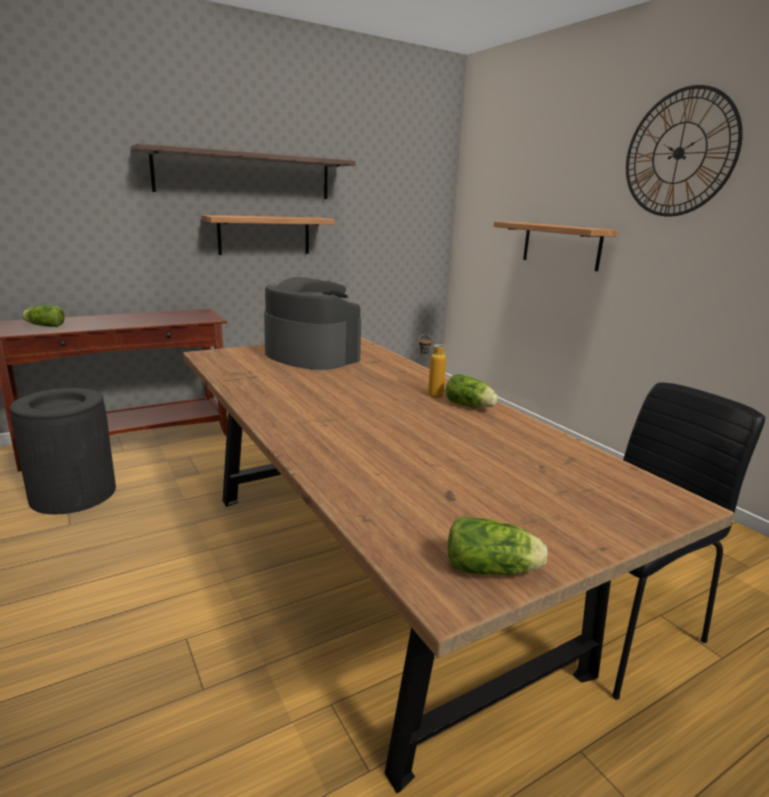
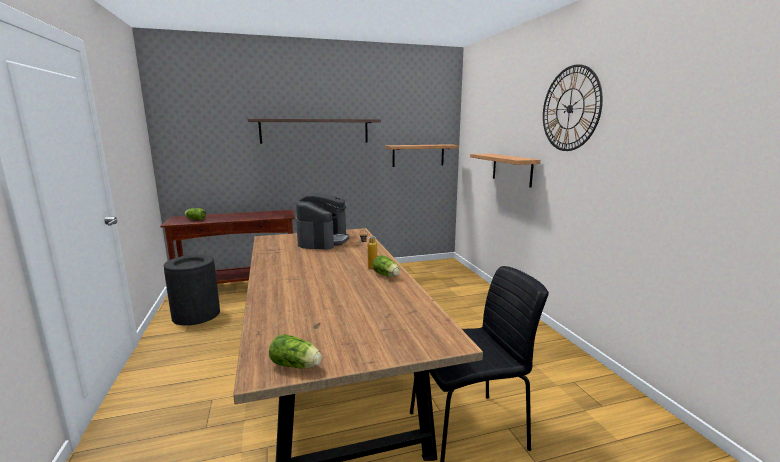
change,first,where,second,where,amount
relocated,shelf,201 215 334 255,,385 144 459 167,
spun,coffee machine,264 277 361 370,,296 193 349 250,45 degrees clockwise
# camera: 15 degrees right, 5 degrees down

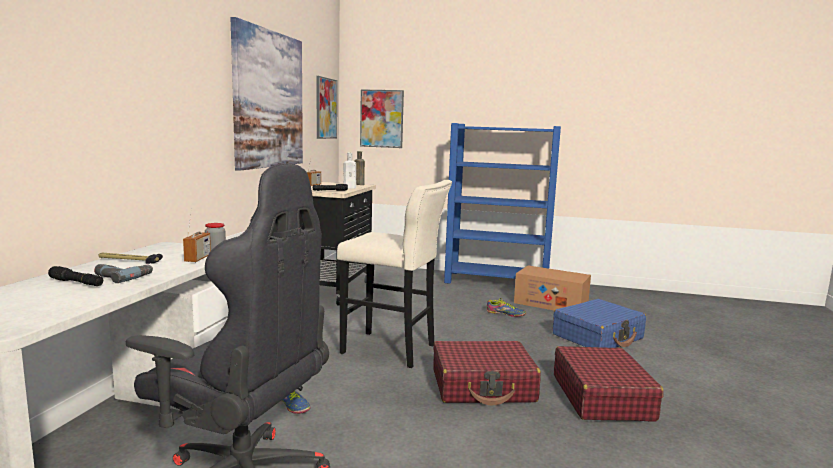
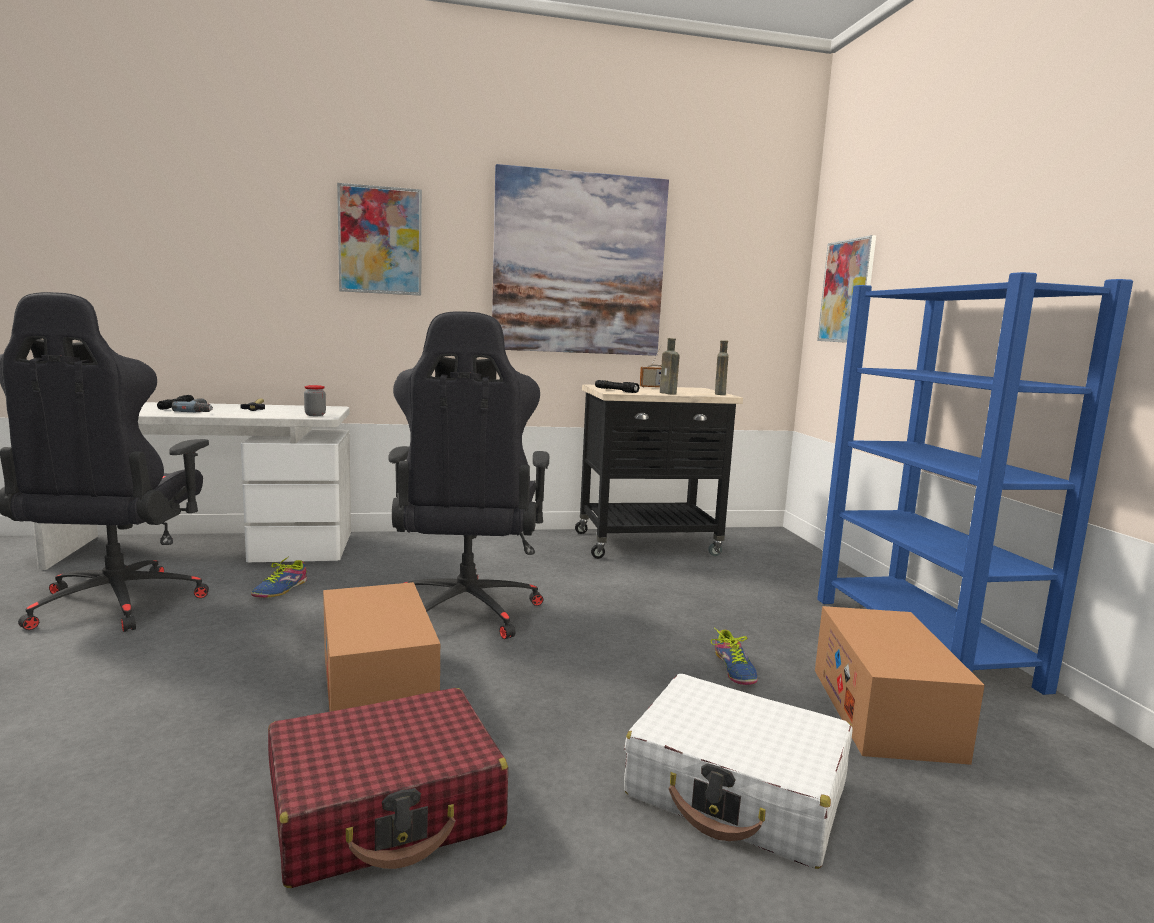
change,first,where,second,where,amount
relocated,picture,317 76 337 139,,337 183 422 296,
colour,white bottle,344 153 356 189,brown bottle,660 338 680 394,
exchanged,beige stool,337 180 452 368,black office chair,389 311 549 639,
missing,radio,183 209 211 262,,,
colour,blue suitcase,553 299 646 348,white suitcase,624 674 853 869,
exchanged,red suitcase,433 341 541 405,cardboard box,323 582 440 712,
# camera: 65 degrees right, 0 degrees up

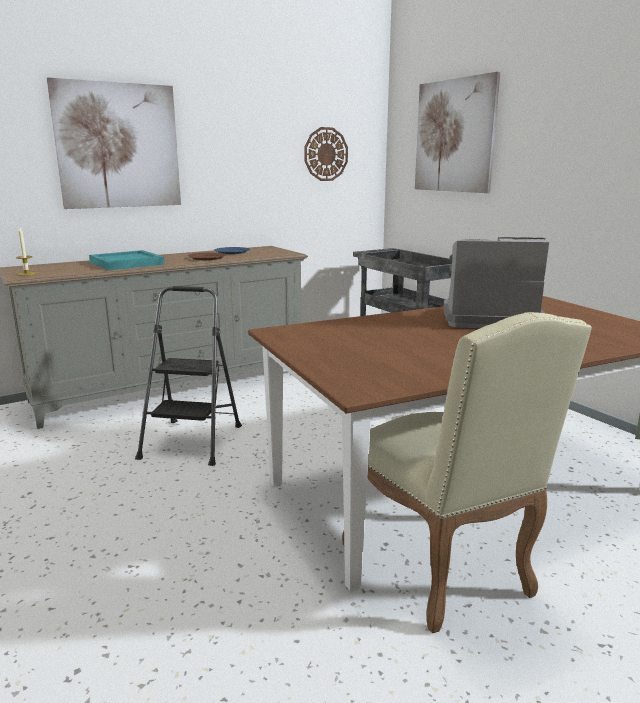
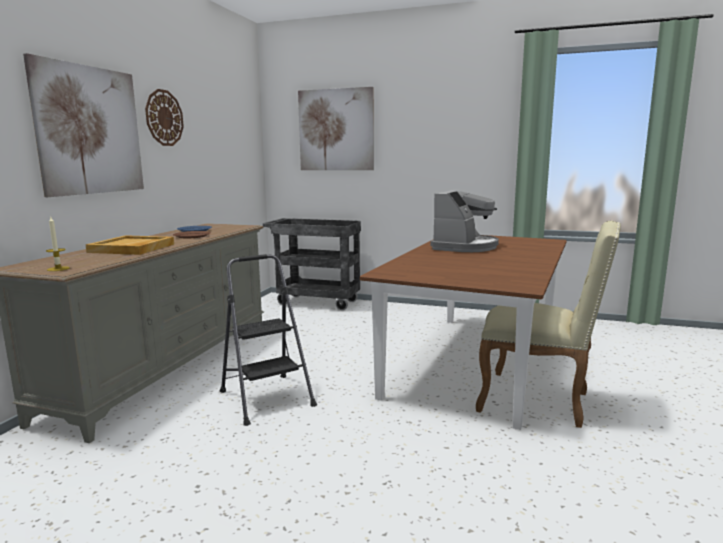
change,first,where,second,where,amount
relocated,wall clock,304 127 348 181,,145 89 184 146,
spun,coffee machine,443 237 549 328,,430 190 499 252,150 degrees clockwise
colour,turquoise tray,89 250 165 270,beige tray,86 235 174 255,
# camera: 40 degrees left, 5 degrees down

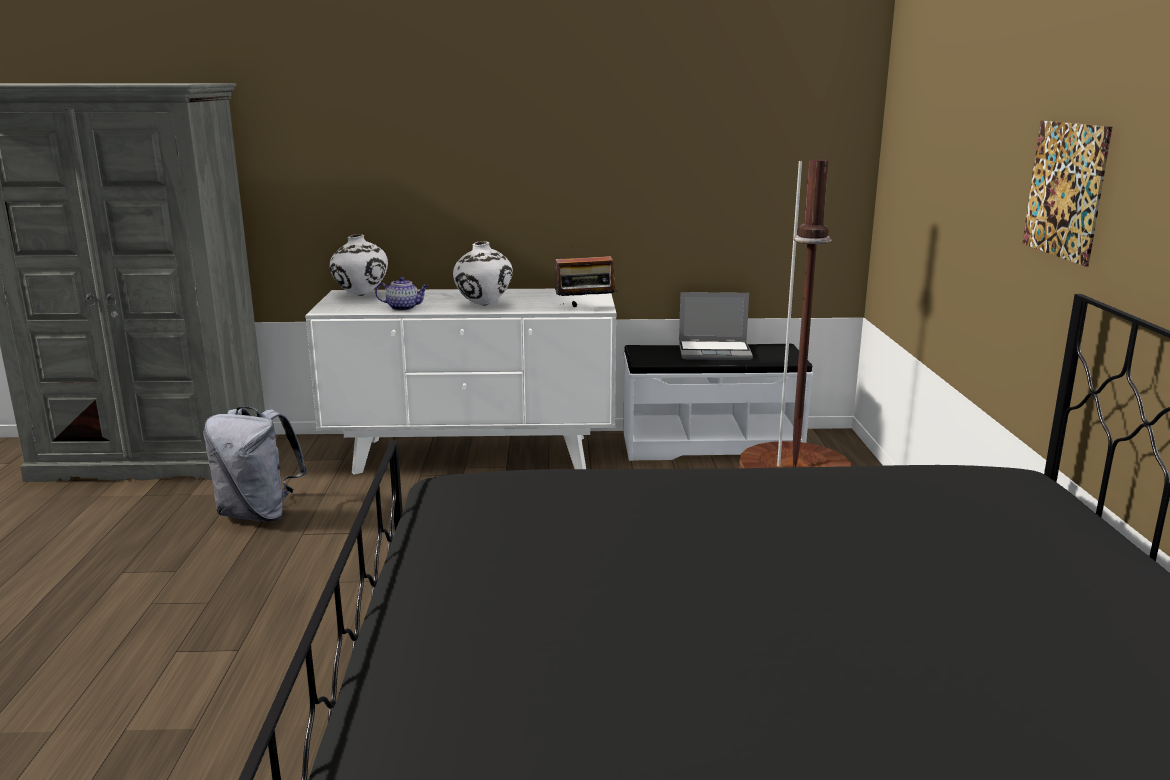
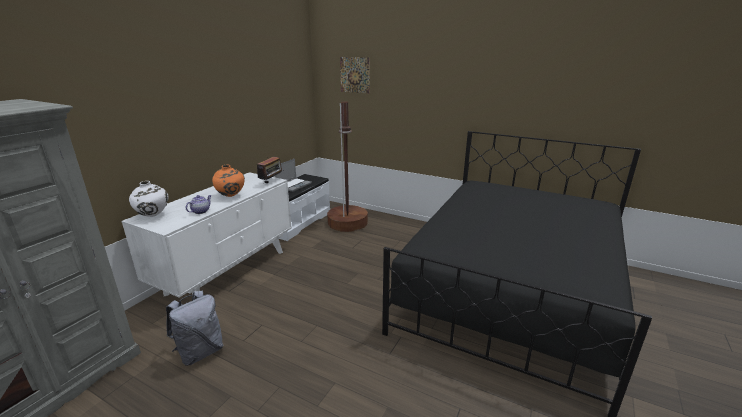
change,first,where,second,where,amount
relocated,picture,1022 120 1113 266,,340 57 369 94,
colour,white vase,453 241 513 306,orange vase,212 165 245 197,
# camera: 60 degrees left, 5 degrees up

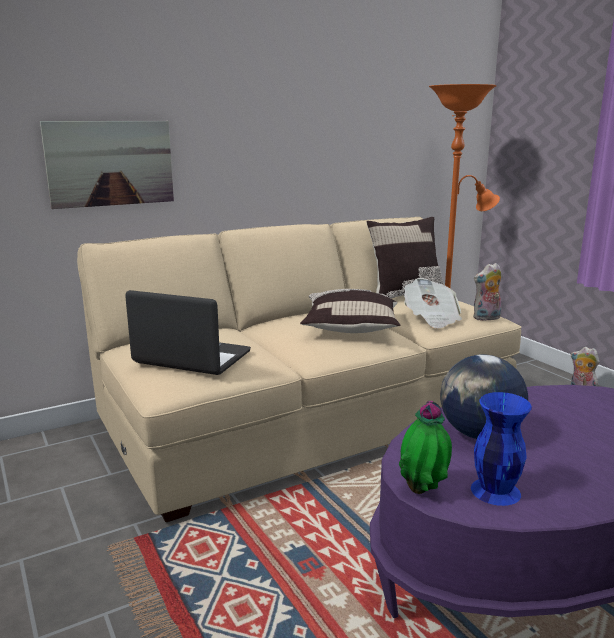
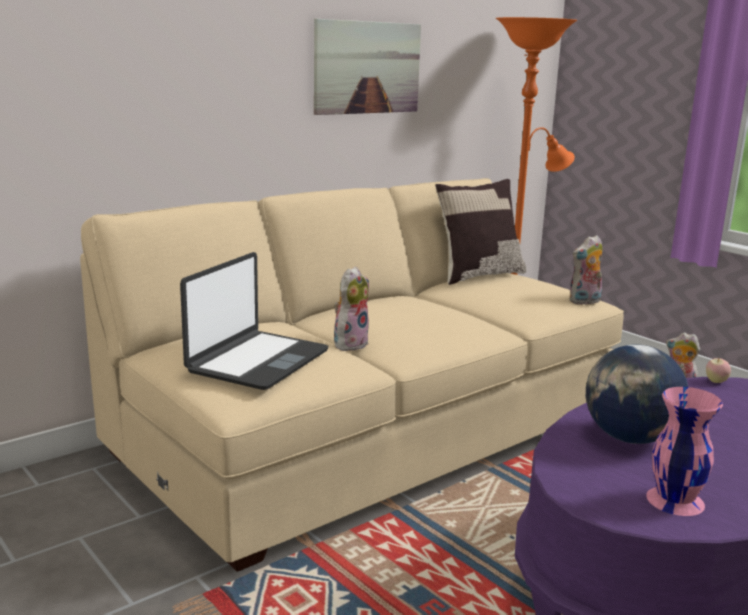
change,first,where,second,where,amount
relocated,picture,40 121 174 209,,314 19 421 115,
missing,newspaper,404 278 462 329,,,
missing,pillow,300 289 401 333,,,
spun,laptop,125 290 251 375,,180 252 329 390,105 degrees clockwise
colour,blue vase,471 392 532 506,pink vase,646 387 723 516,
missing,potted plant,399 401 452 494,,,
appeared,,,plush toy,334 266 369 351,
appeared,,,apple,706 358 731 383,
# camera: 10 degrees left, 0 degrees up

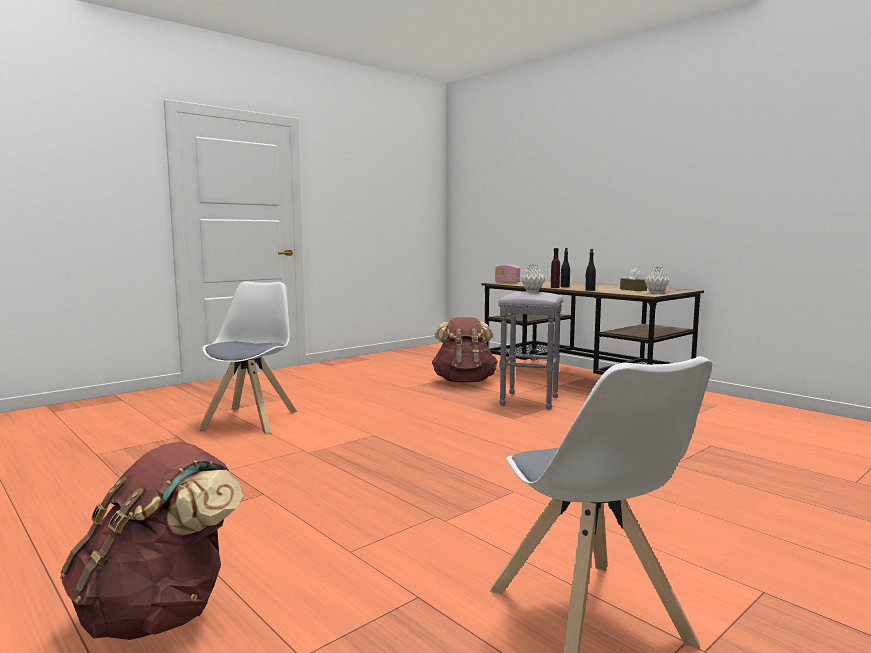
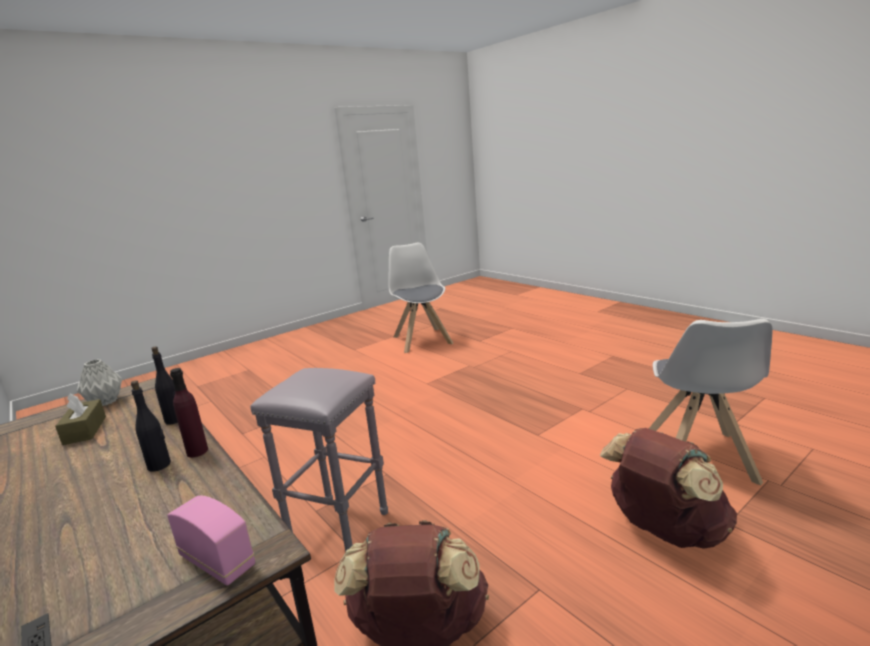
change,first,where,second,where,amount
missing,grey vase,521 264 545 292,,,
relocated,brown backpack,60 441 243 640,,600 428 737 549,
# camera: 175 degrees left, 10 degrees up

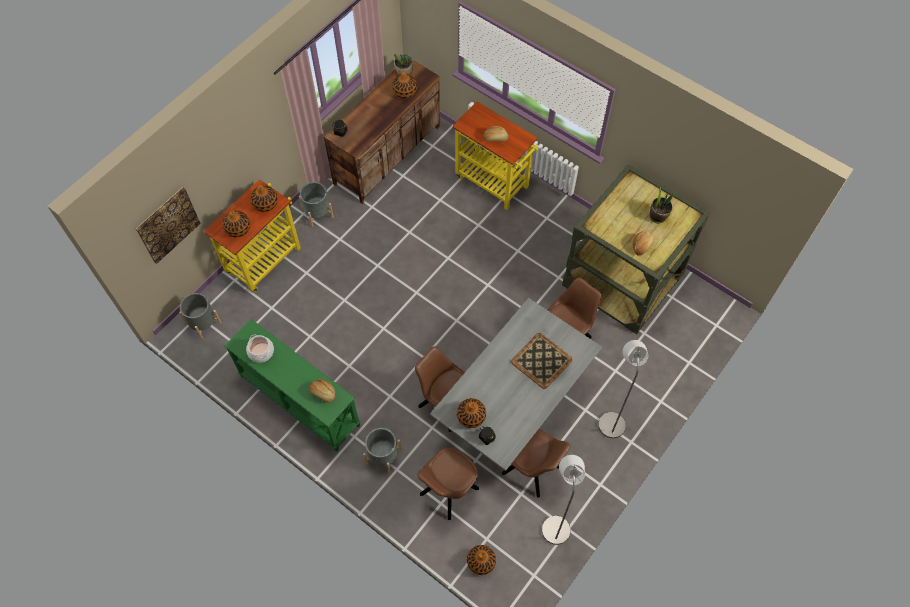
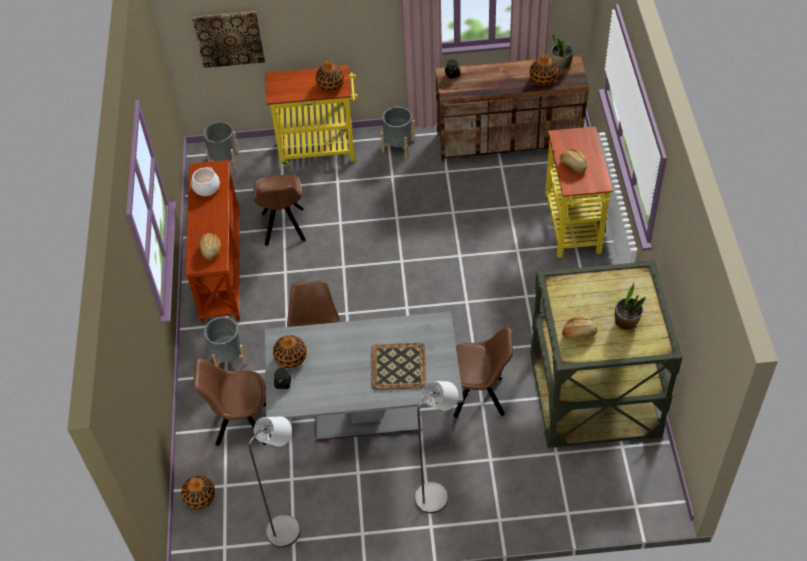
change,first,where,second,where,amount
missing,vase,222 210 250 237,,,
colour,green console table,224 319 360 452,brown console table,185 160 240 324,
relocated,brown chair,502 429 570 498,,253 175 306 246,
# camera: 50 degrees right, 10 degrees down

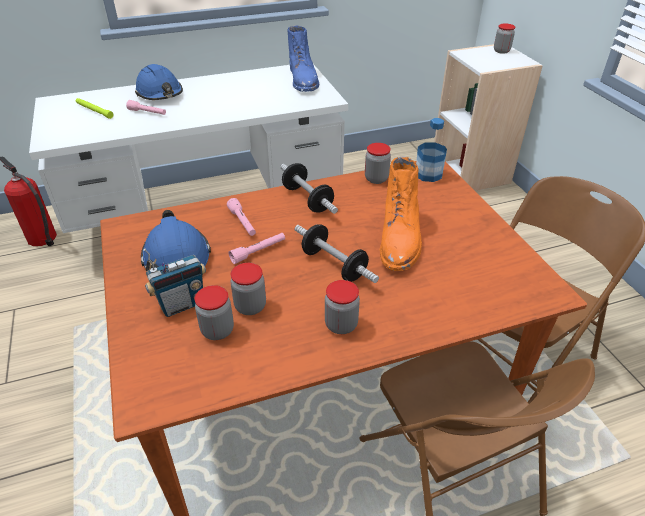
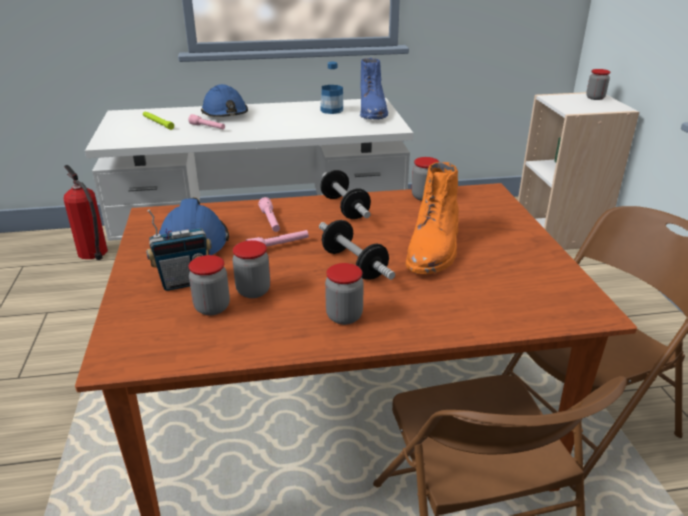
change,first,where,second,where,amount
relocated,bottle,416 118 447 182,,320 62 343 114,
# camera: 10 degrees right, 10 degrees down

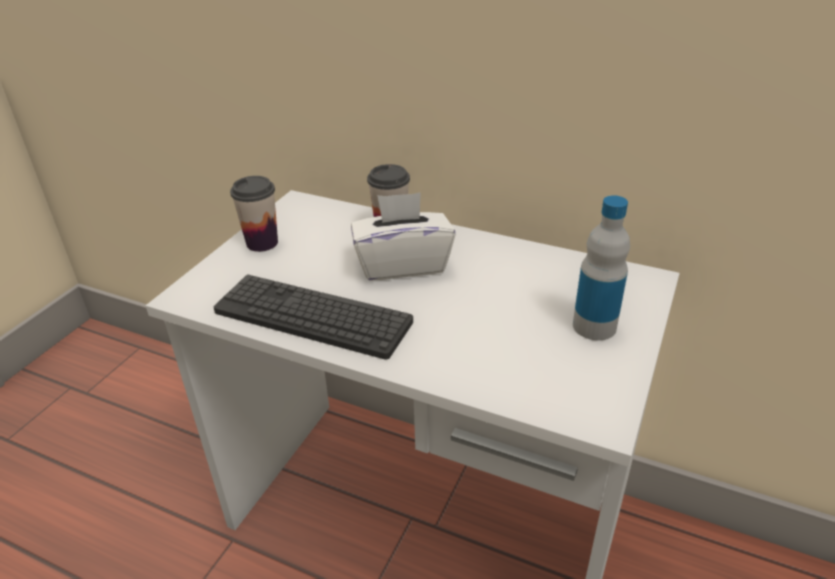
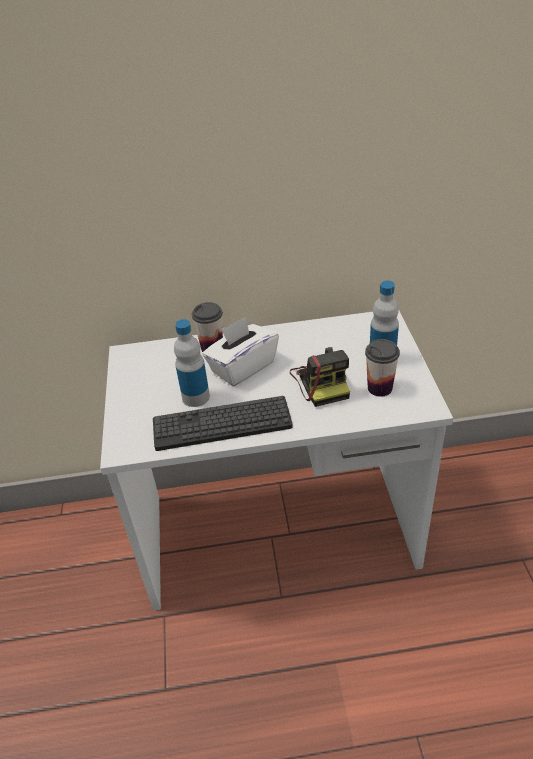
change,first,where,second,where,amount
relocated,cup,230 176 278 252,,365 339 400 397,
appeared,,,bottle,174 319 210 407,
appeared,,,photo camera,290 347 350 407,
# camera: 30 degrees left, 5 degrees up

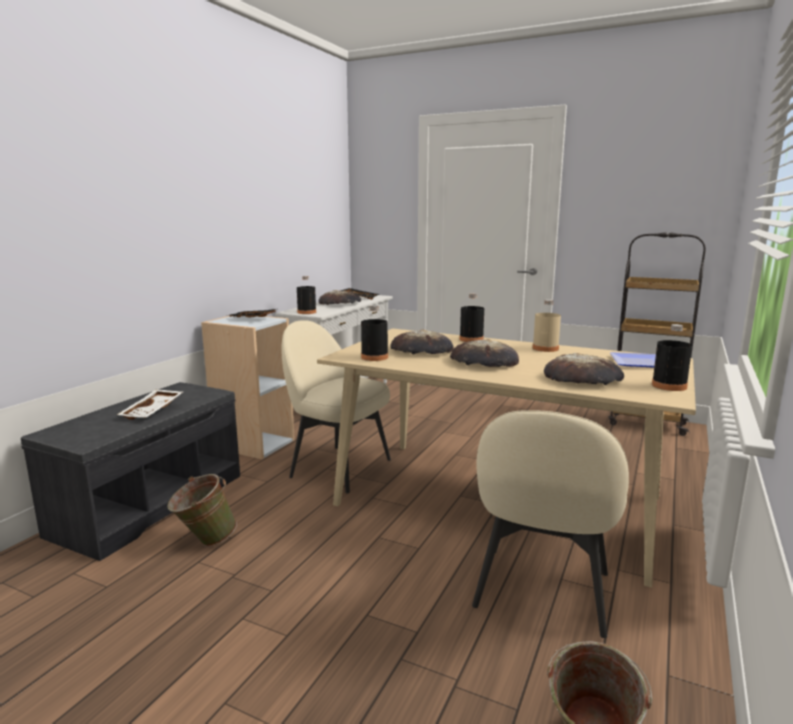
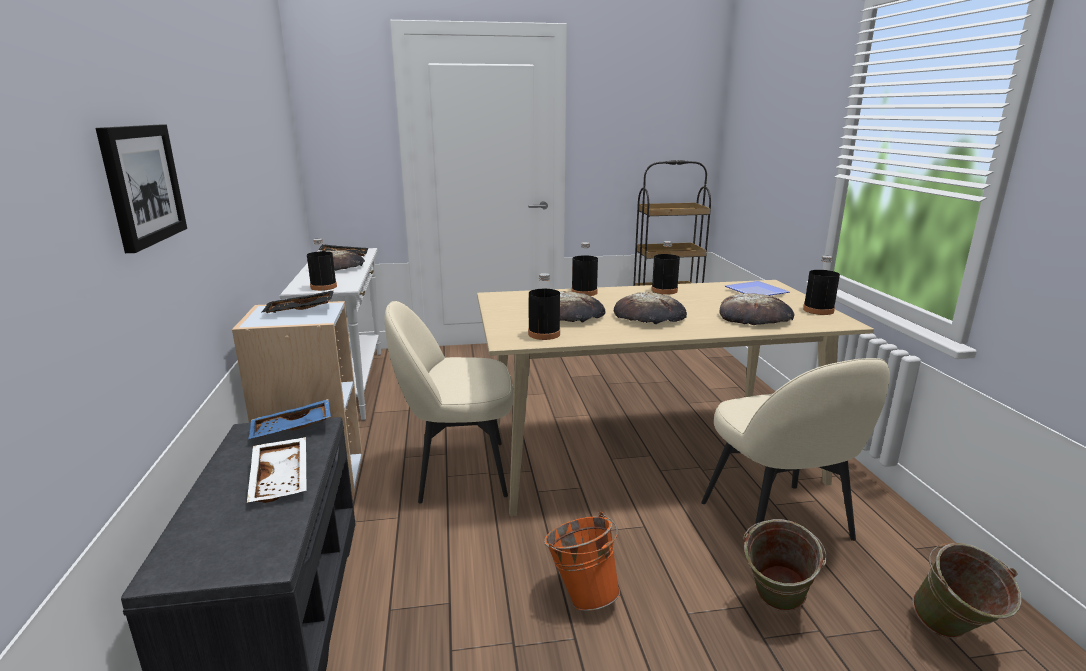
change,first,where,second,where,amount
colour,beige bottle,533 299 561 352,black bottle,651 241 680 295,
relocated,green bucket,167 474 237 547,,743 519 827 611,
appeared,,,picture,96 125 187 253,
appeared,,,blue tray,248 399 331 439,
appeared,,,orange bucket,544 512 620 611,
# camera: 35 degrees left, 5 degrees up

